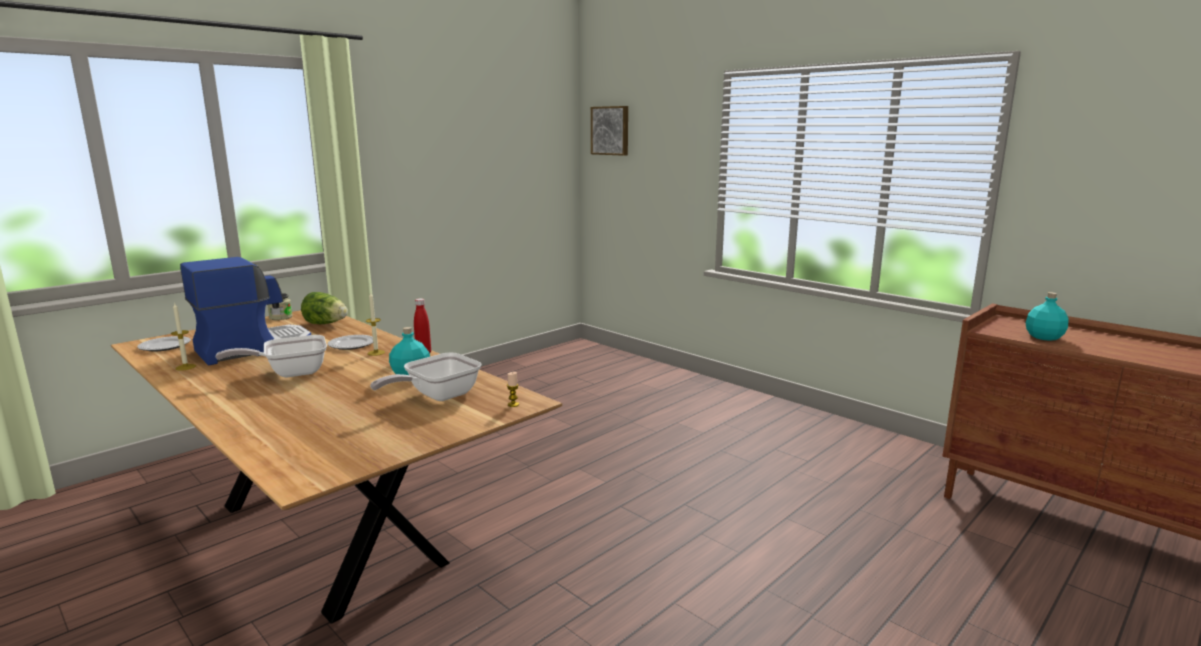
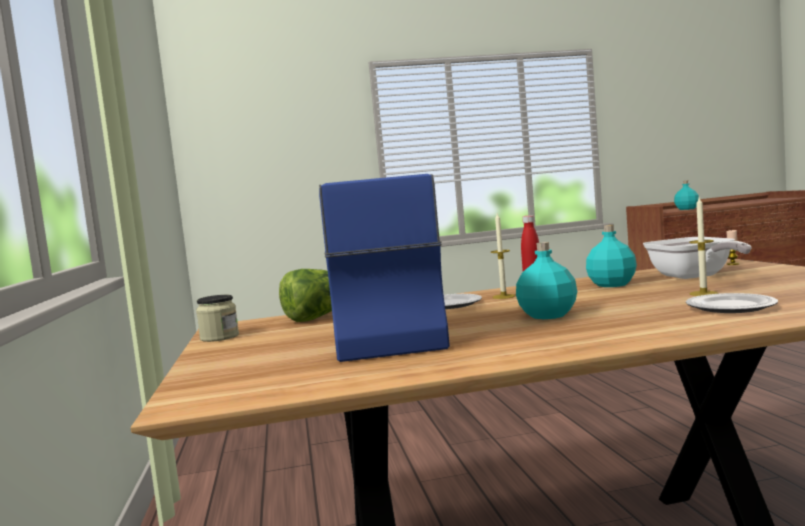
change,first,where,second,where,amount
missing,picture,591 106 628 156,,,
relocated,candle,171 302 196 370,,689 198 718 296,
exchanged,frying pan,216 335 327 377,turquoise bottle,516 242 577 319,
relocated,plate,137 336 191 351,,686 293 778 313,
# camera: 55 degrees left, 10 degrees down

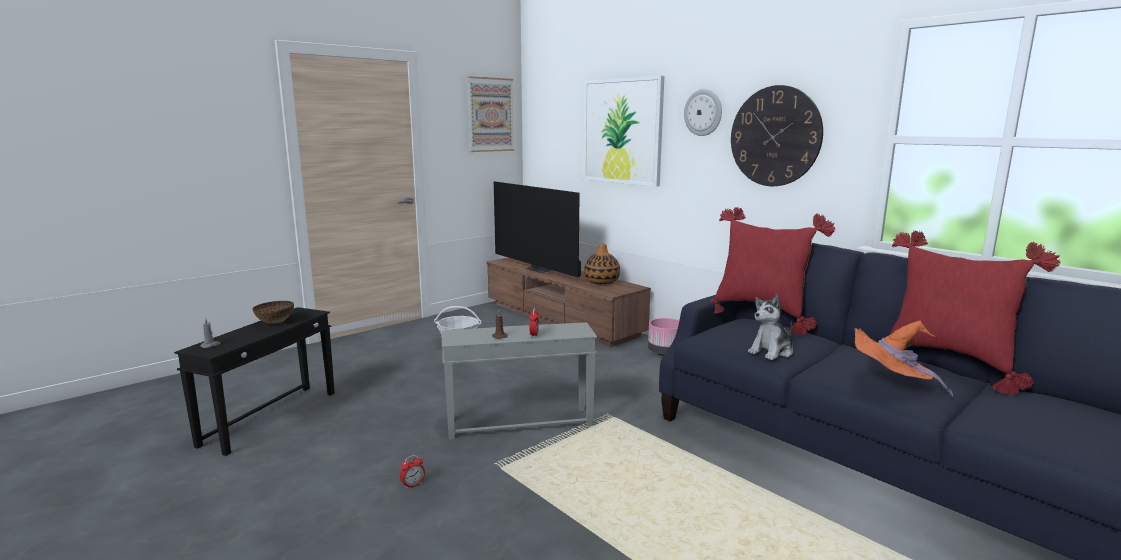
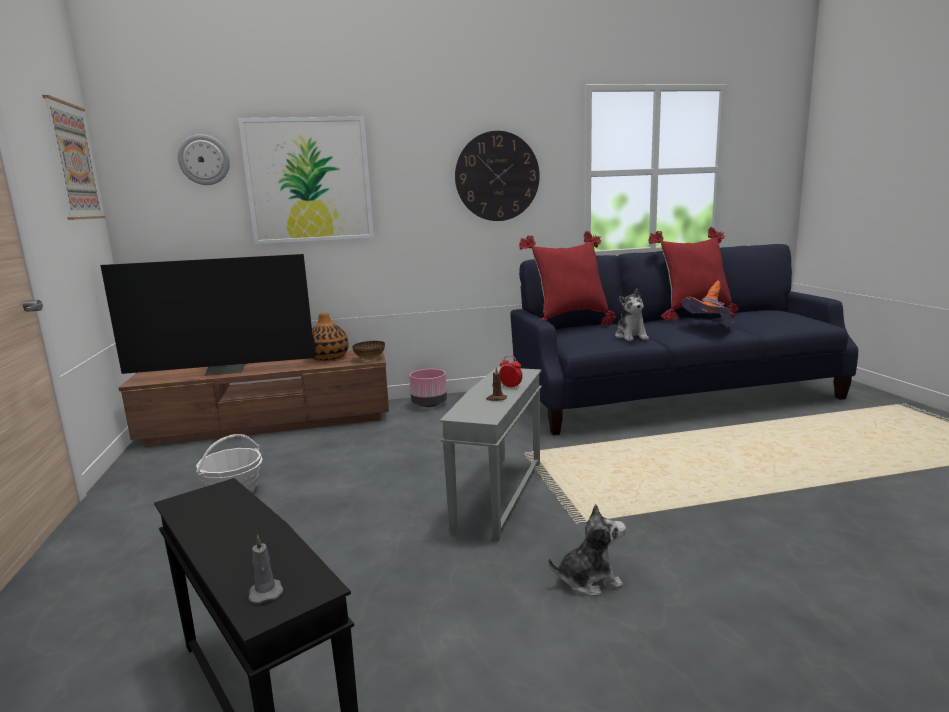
change,first,where,second,where,amount
relocated,wall clock,684 89 722 136,,178 134 230 185,
relocated,bowl,253 301 294 324,,352 341 385 360,
exchanged,alarm clock,400 455 425 489,plush toy,548 504 626 596,
# camera: 60 degrees left, 0 degrees up

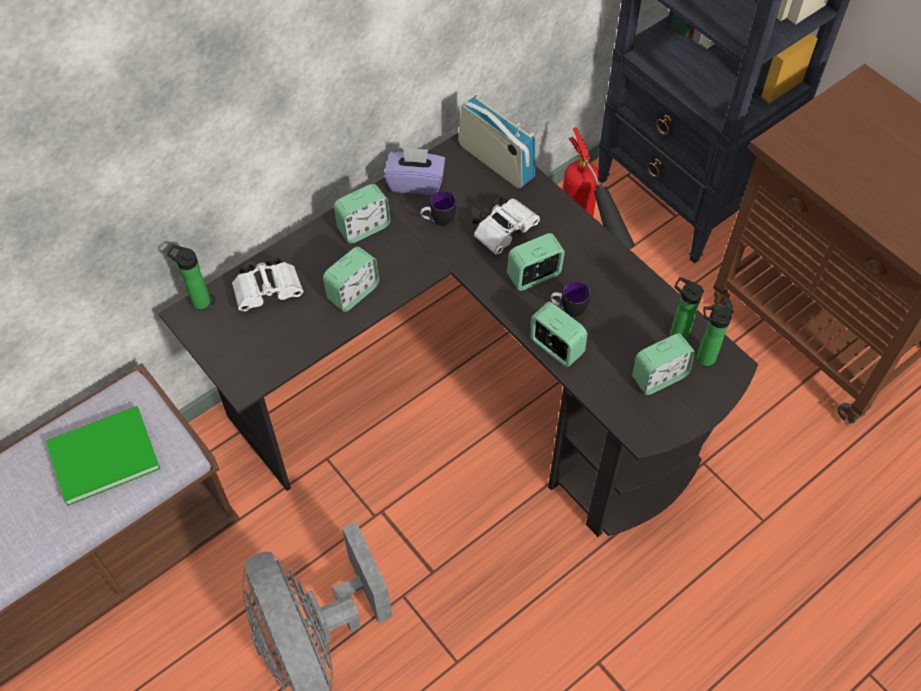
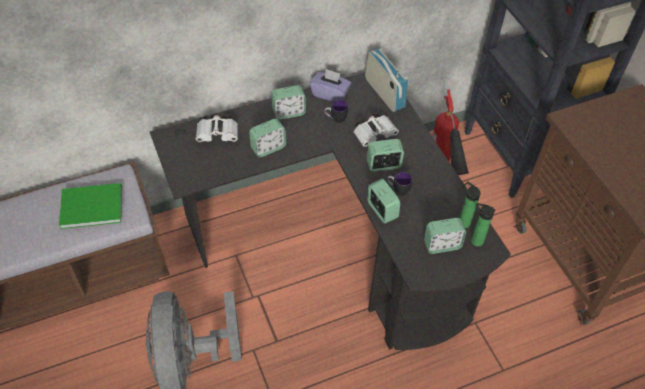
change,first,where,second,where,amount
missing,bottle,167 245 211 309,,,
# camera: 15 degrees right, 5 degrees down

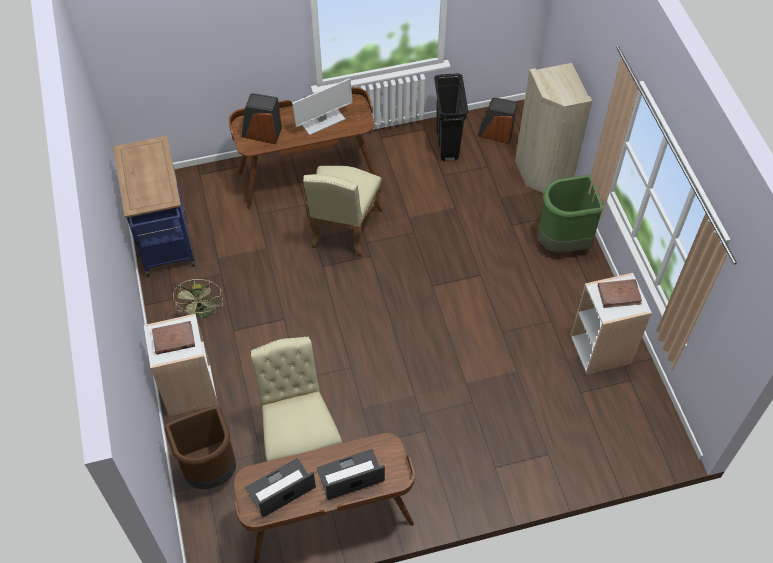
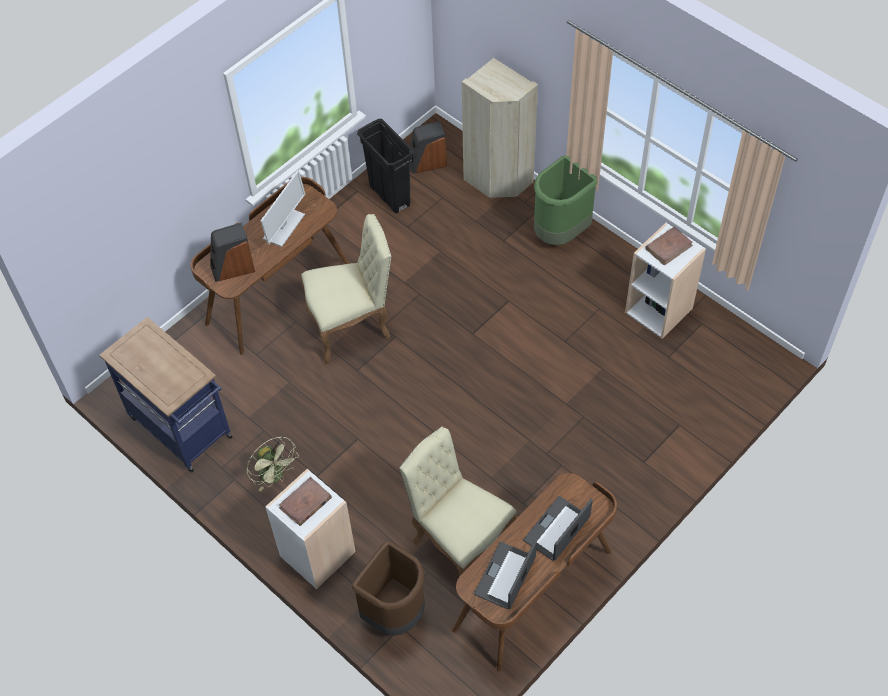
change,first,where,second,where,amount
spun,beige chair,303 166 383 257,,301 214 391 364,90 degrees counterclockwise
# camera: 30 degrees left, 0 degrees up

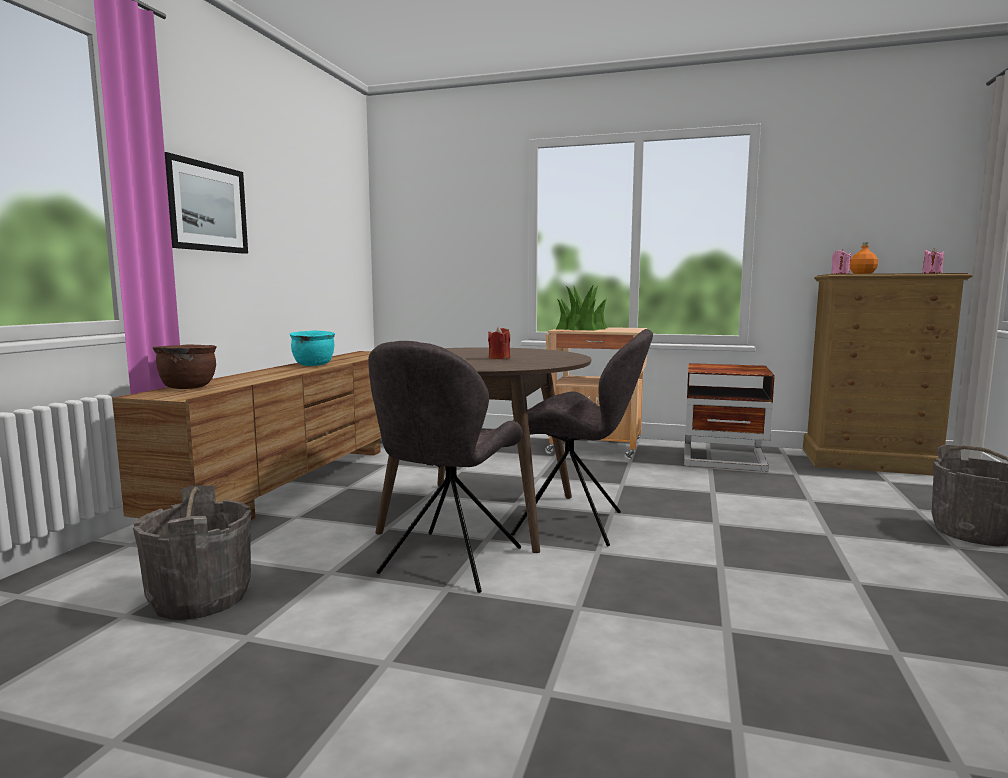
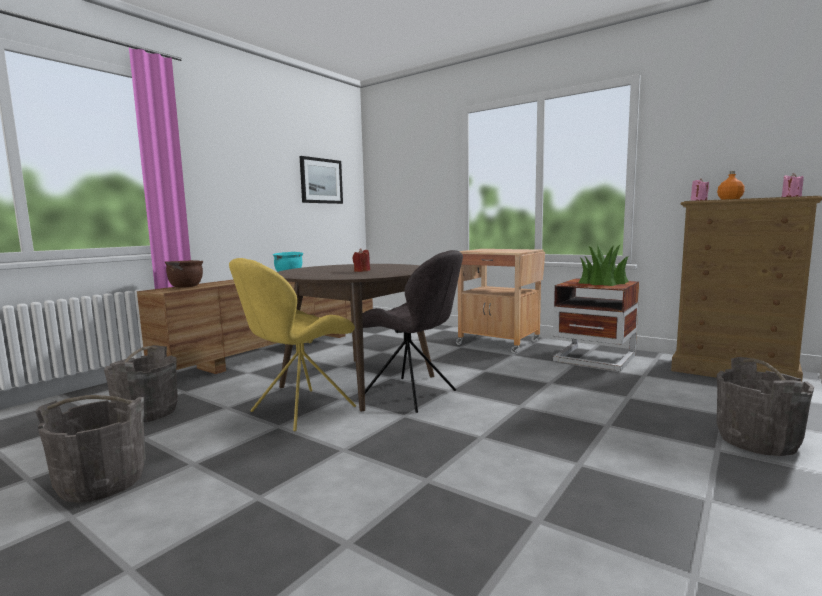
change,first,where,second,where,amount
relocated,picture,165 152 248 254,,300 156 343 204,
relocated,potted plant,556 285 607 331,,578 244 629 286,
colour,grey chair,368 341 523 593,yellow chair,229 258 356 431,
appeared,,,grey bucket,35 395 146 503,
# camera: 20 degrees right, 0 degrees up

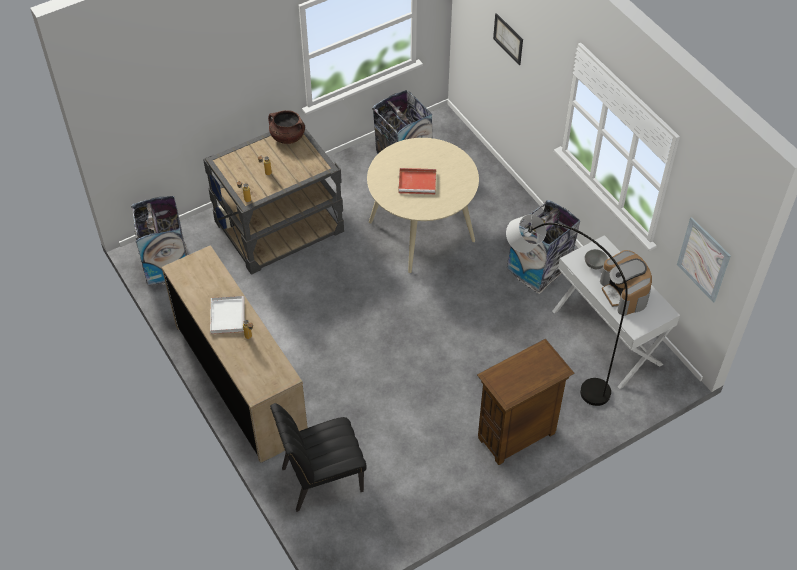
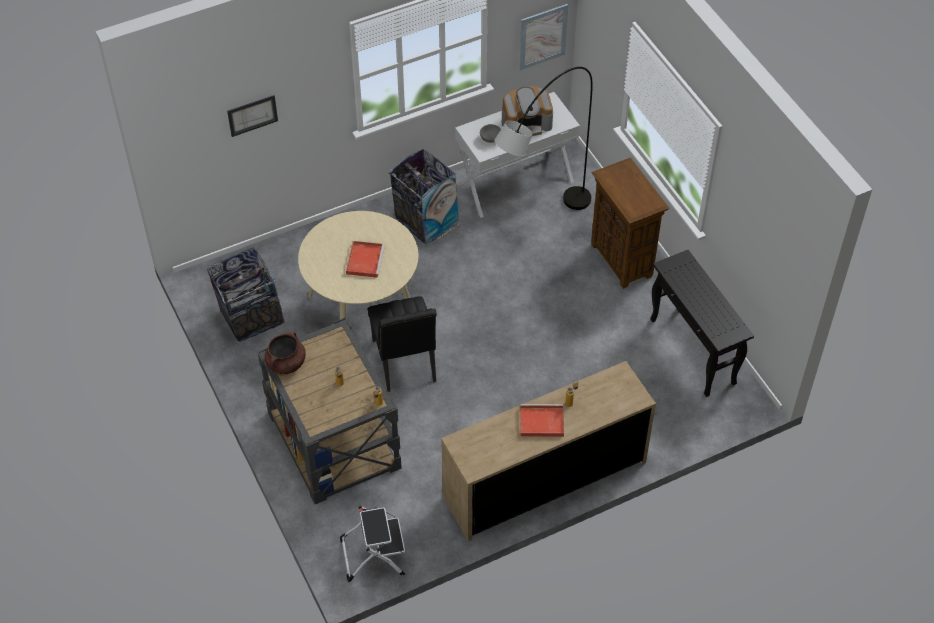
change,first,where,second,where,amount
exchanged,trash can,131 196 188 286,step ladder,340 506 405 582,
colour,white tray,210 296 245 334,red tray,520 404 564 437,
relocated,black chair,270 403 366 512,,367 296 436 392,
appeared,,,black console table,650 250 754 397,
# camera: 85 degrees left, 0 degrees up

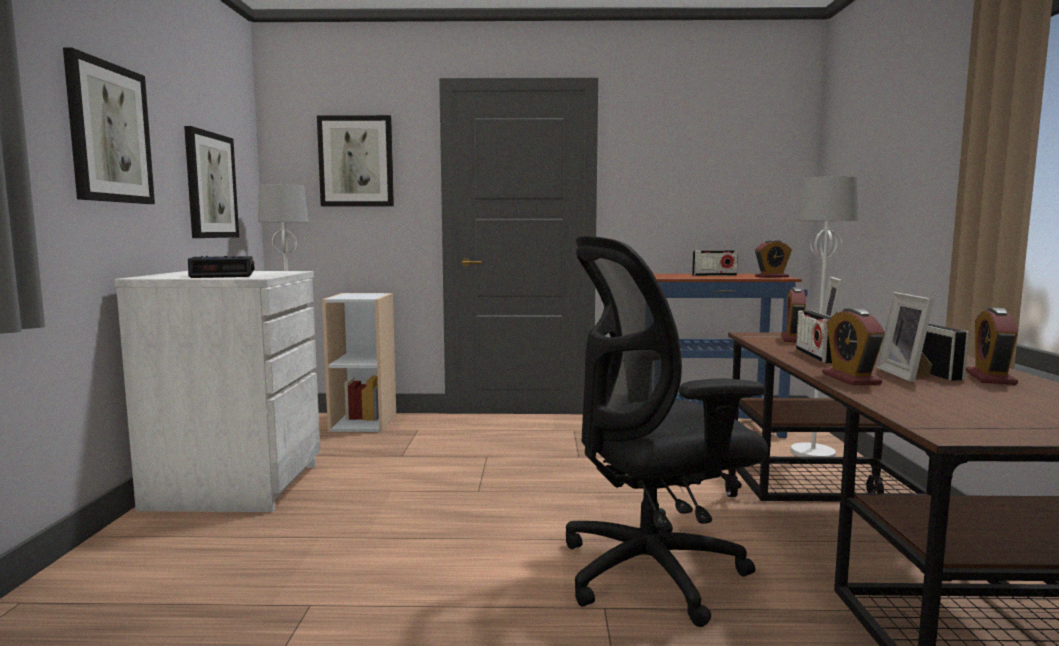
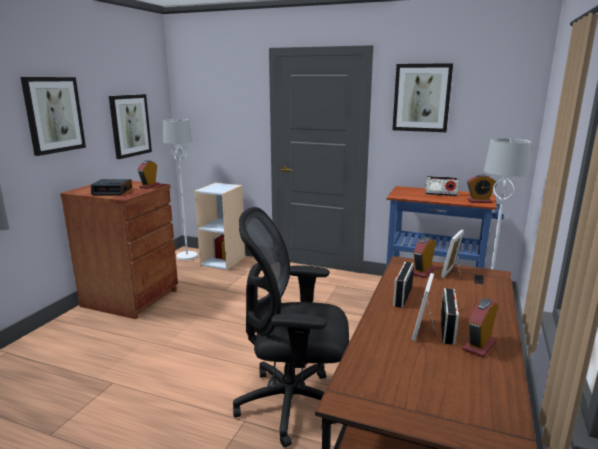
change,first,where,second,where,amount
relocated,picture,317 115 394 206,,393 63 453 132,
colour,white dresser,115 271 320 512,brown dresser,60 181 178 319,
relocated,alarm clock,822 308 885 385,,137 160 159 189,
# camera: 20 degrees right, 10 degrees up

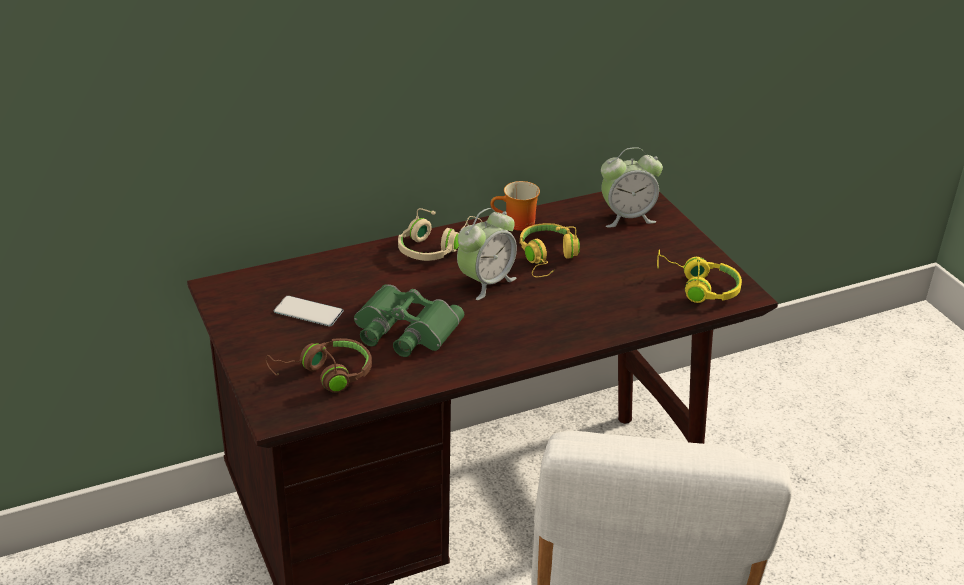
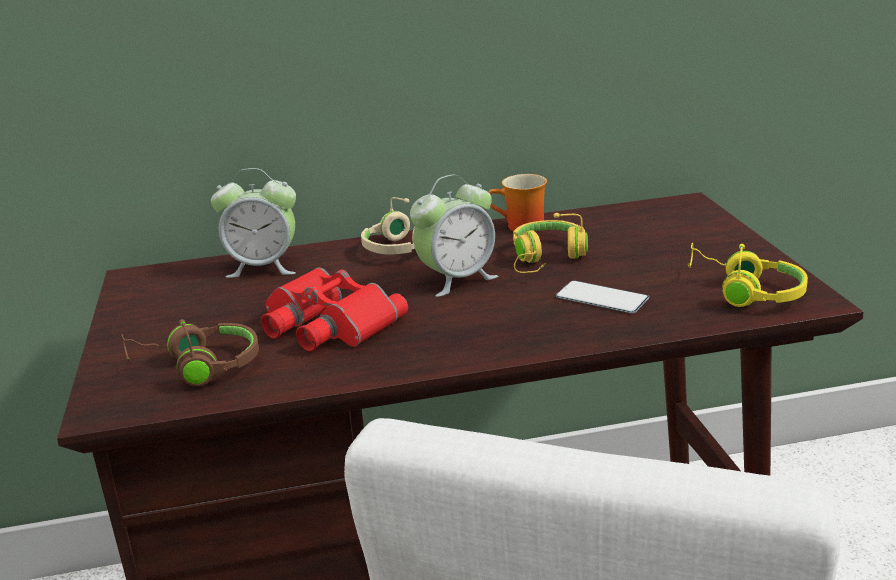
change,first,where,second,where,amount
relocated,alarm clock,601 147 663 227,,211 168 296 278,
colour,green binoculars,354 284 464 357,red binoculars,261 267 408 352,
relocated,phone,274 296 343 326,,556 281 649 313,
# camera: 15 degrees right, 10 degrees down

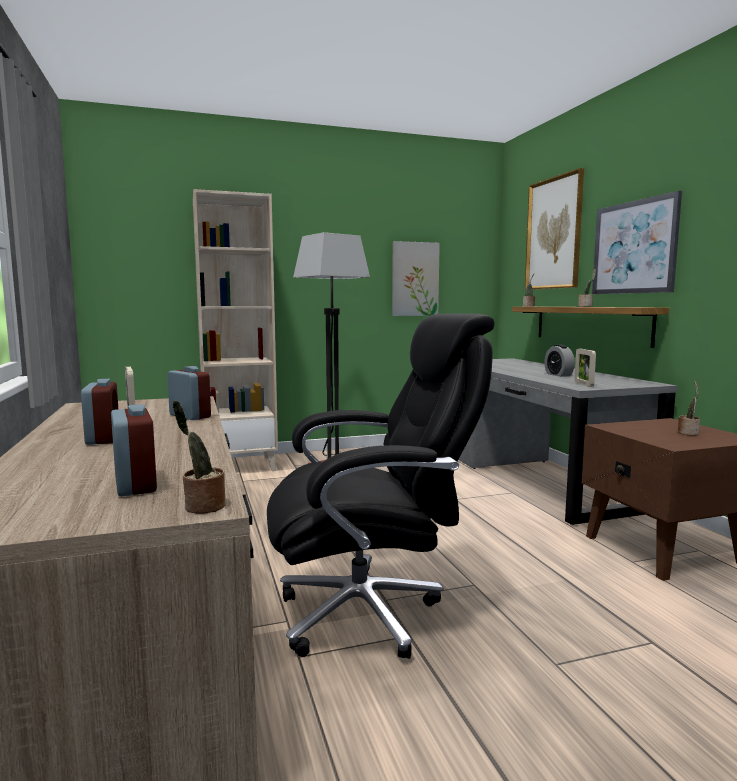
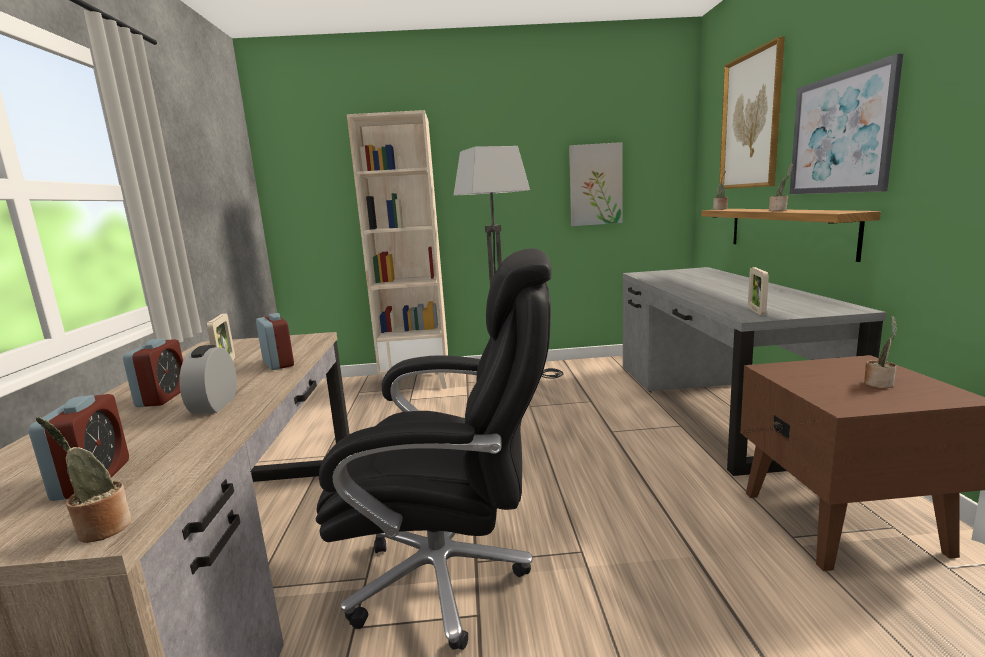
change,first,where,second,where,amount
relocated,alarm clock,544 345 575 377,,179 345 237 415,
# camera: 15 degrees right, 5 degrees up

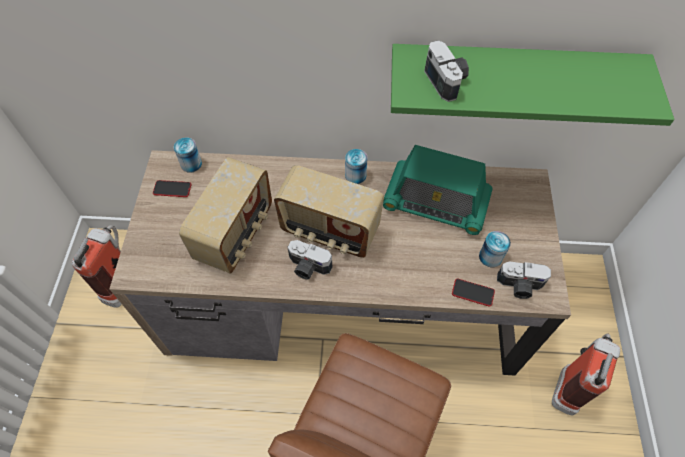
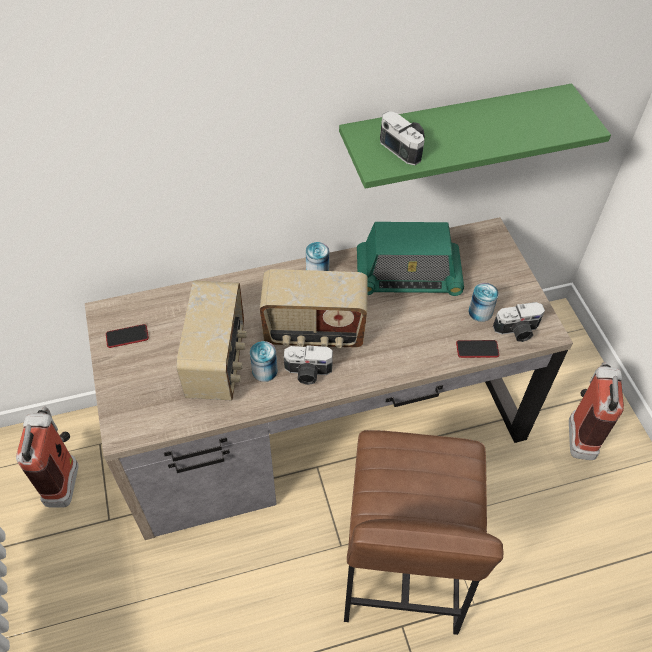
change,first,where,second,where,amount
relocated,can,174 138 202 173,,250 341 277 382,
# camera: 20 degrees left, 5 degrees down

